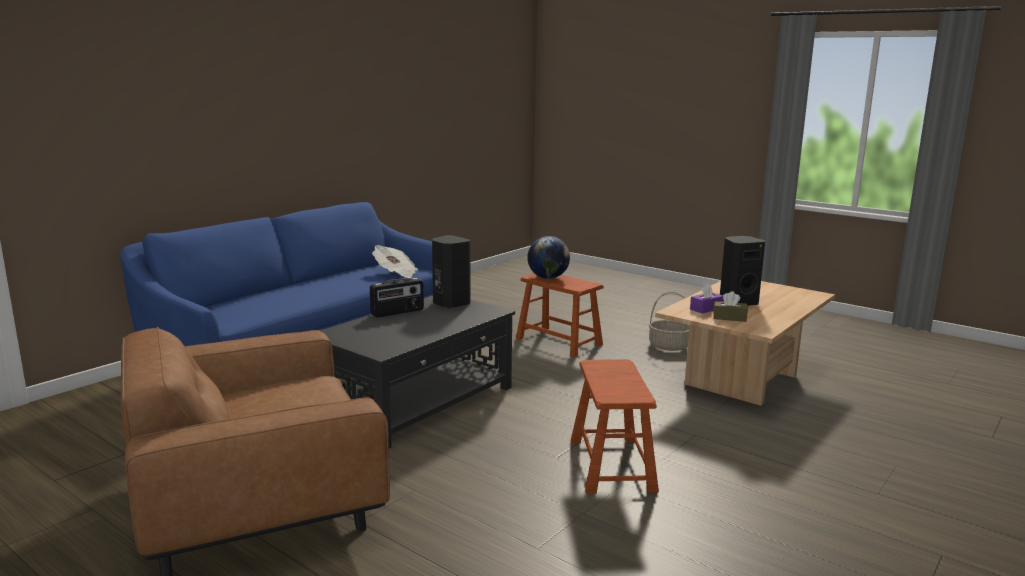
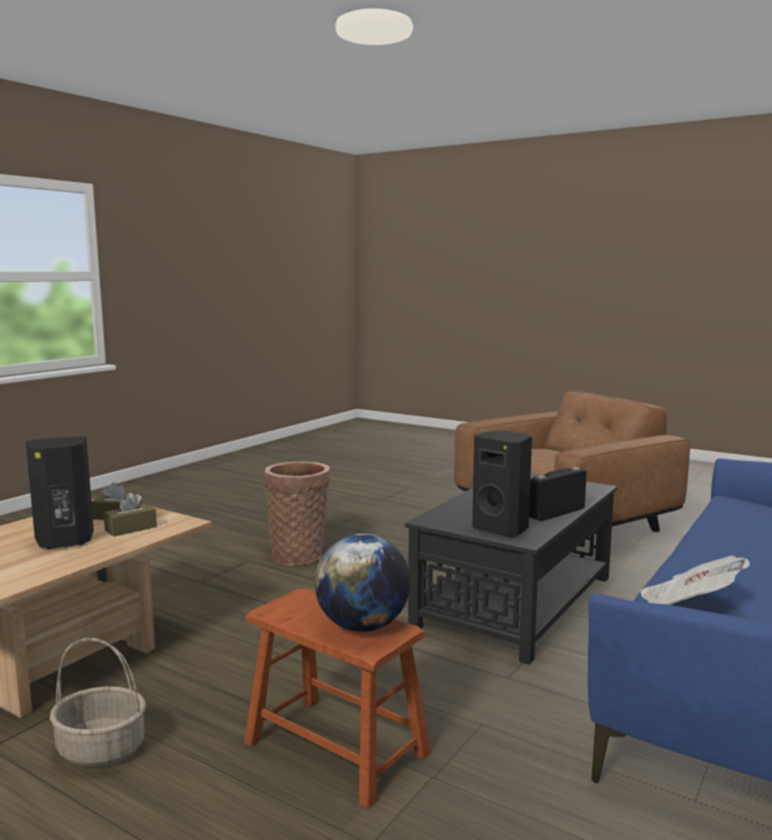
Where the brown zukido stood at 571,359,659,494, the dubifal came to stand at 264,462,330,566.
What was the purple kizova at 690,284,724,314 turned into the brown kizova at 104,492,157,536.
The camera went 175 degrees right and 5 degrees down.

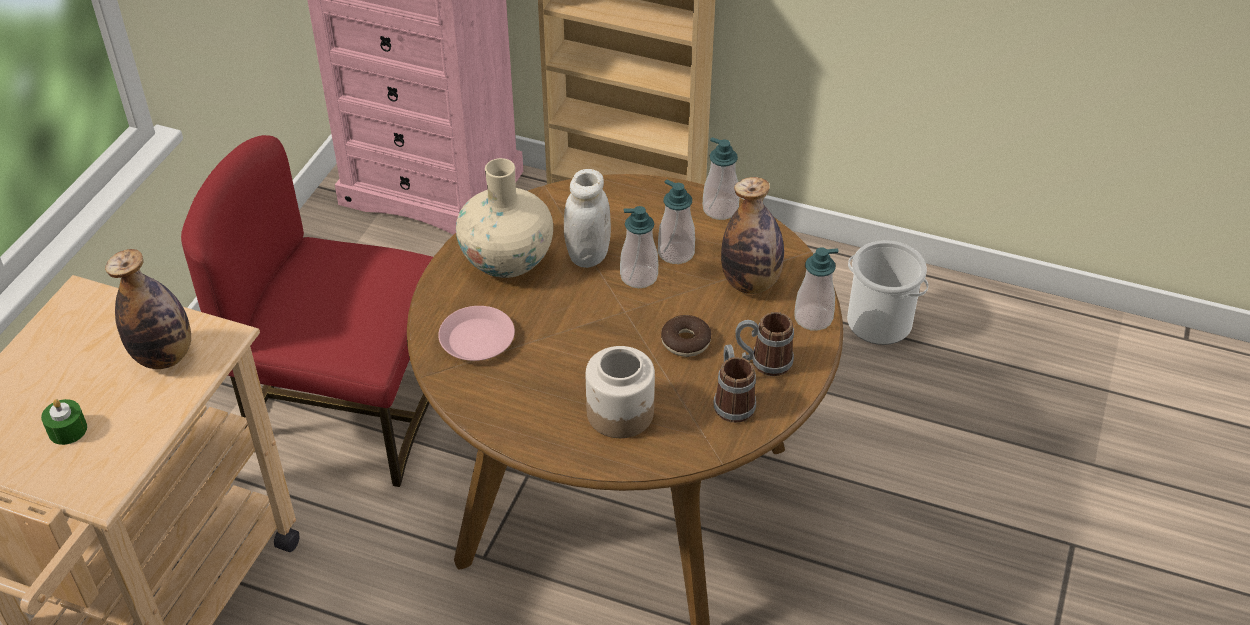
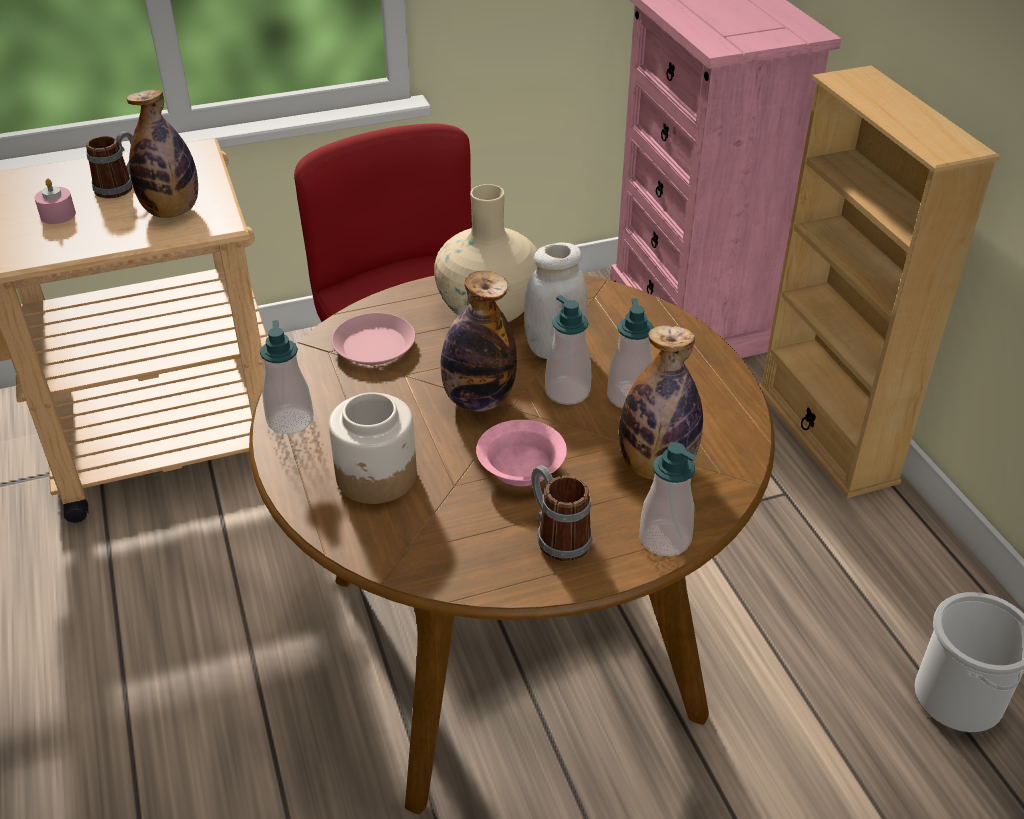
What was the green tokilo at 41,399,87,445 turned into the pink tokilo at 34,179,76,224.
Where the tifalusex stood at 661,315,711,357, the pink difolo came to stand at 476,420,567,486.
The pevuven ended up elsewhere, having gone from 703,137,739,220 to 260,320,314,434.
The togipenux ended up elsewhere, having gone from 713,344,756,423 to 86,131,133,198.
The second view gained the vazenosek at 440,271,517,412.
The camera went 50 degrees right and 5 degrees down.

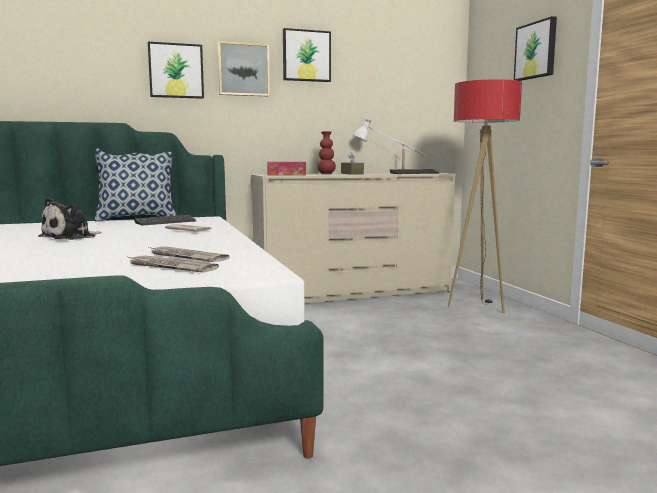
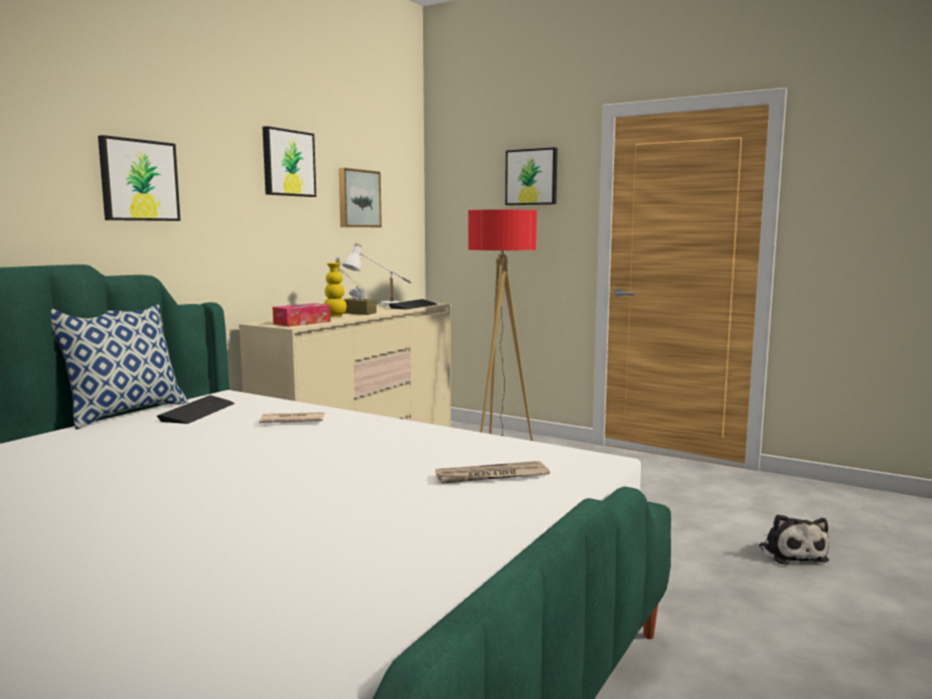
The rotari ended up elsewhere, having gone from 38,198,101,240 to 759,514,829,564.
The second view lost the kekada at 149,246,229,262.
The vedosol ended up elsewhere, having gone from 218,41,270,96 to 339,168,382,227.
What was the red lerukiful at 317,131,336,174 turned into the yellow lerukiful at 324,263,347,317.
The camera went 40 degrees left and 0 degrees up.

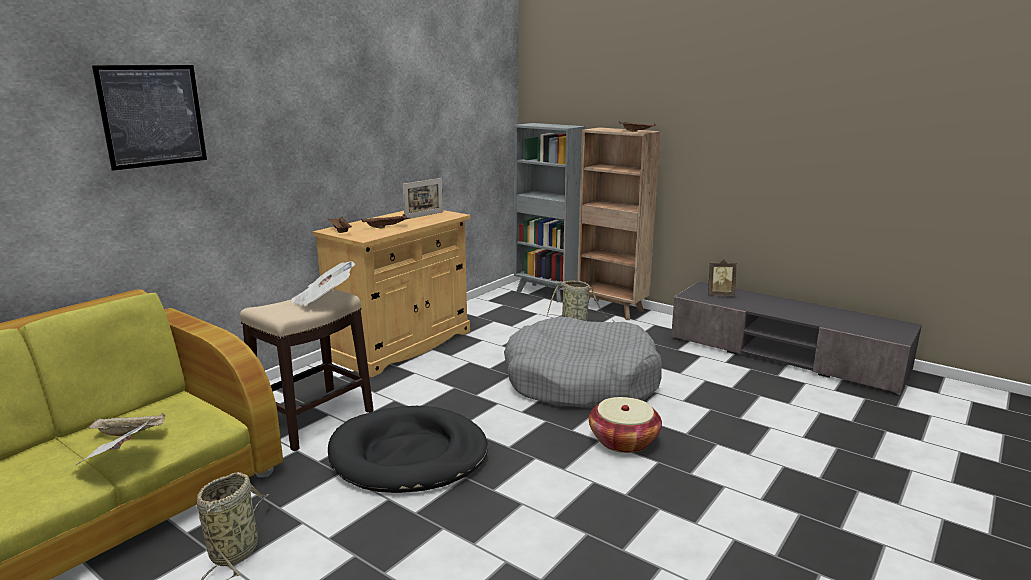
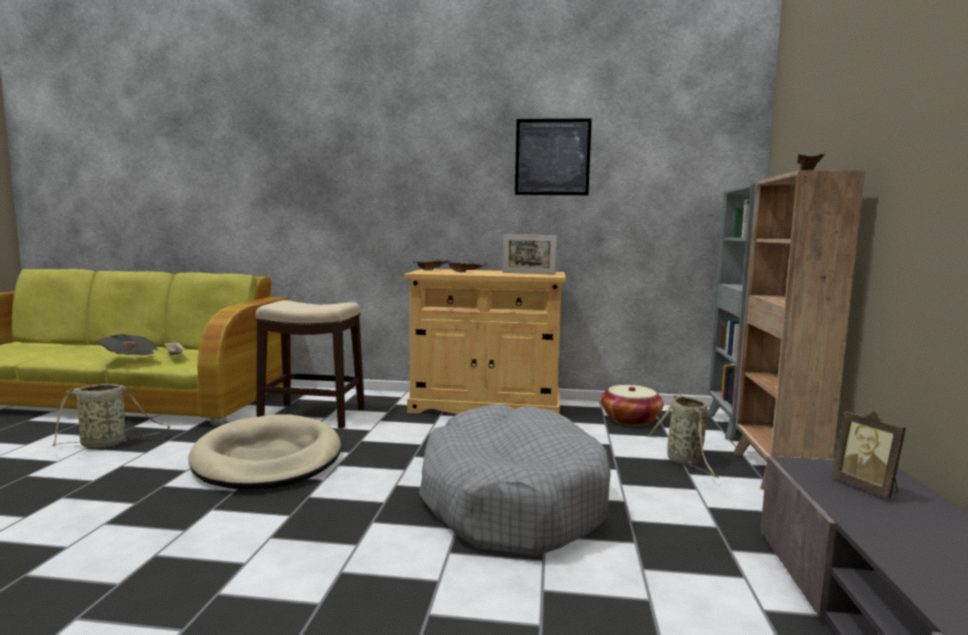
The vedosol ended up elsewhere, having gone from 92,65,207,171 to 515,118,592,195.
The second view lost the kekada at 291,261,355,307.
What was the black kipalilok at 328,406,488,493 turned into the beige kipalilok at 188,414,341,490.
The dubifal ended up elsewhere, having gone from 589,397,662,453 to 601,385,664,426.
The camera went 60 degrees right and 10 degrees down.

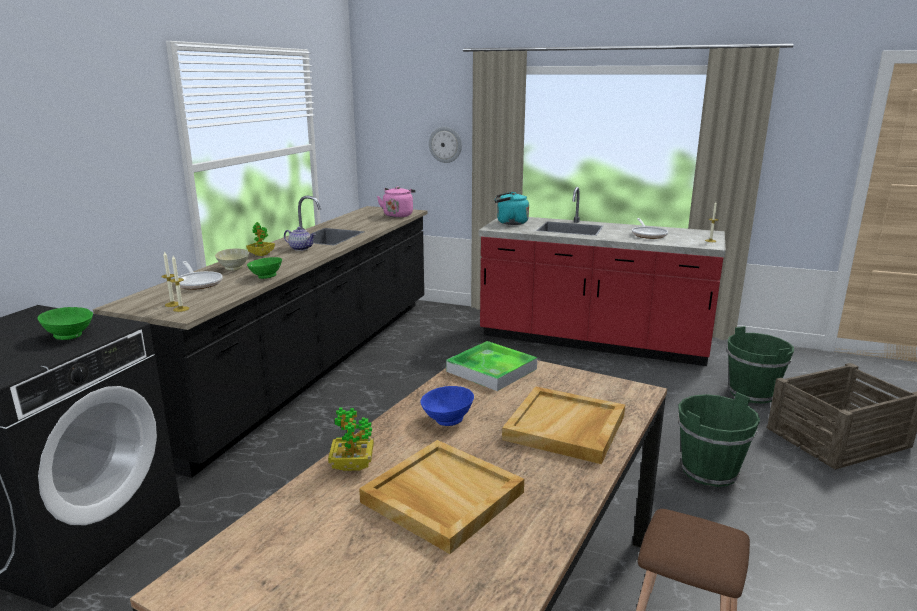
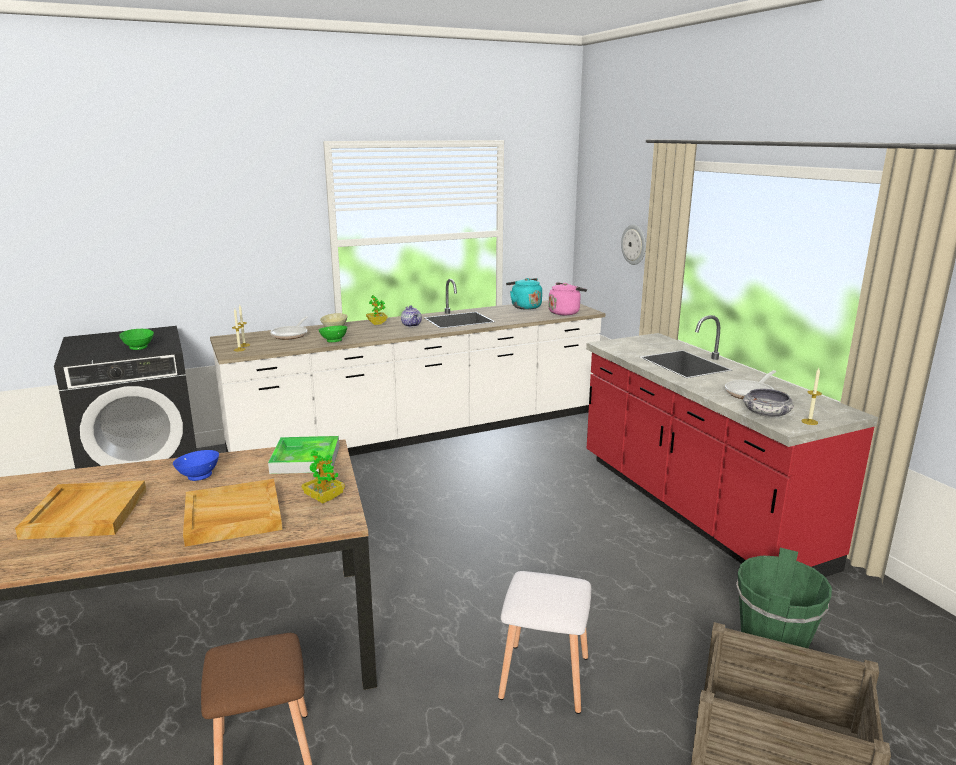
What was the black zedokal at 93,196,428,478 turned into the white zedokal at 210,279,605,456.
The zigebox ended up elsewhere, having gone from 328,407,374,471 to 302,450,345,503.
The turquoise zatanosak ended up elsewhere, having gone from 495,192,529,225 to 506,278,542,310.
Where the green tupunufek stood at 678,392,760,487, the white zukido came to stand at 498,571,591,714.
The second view gained the difolo at 743,389,794,417.
The camera went 45 degrees right and 0 degrees up.

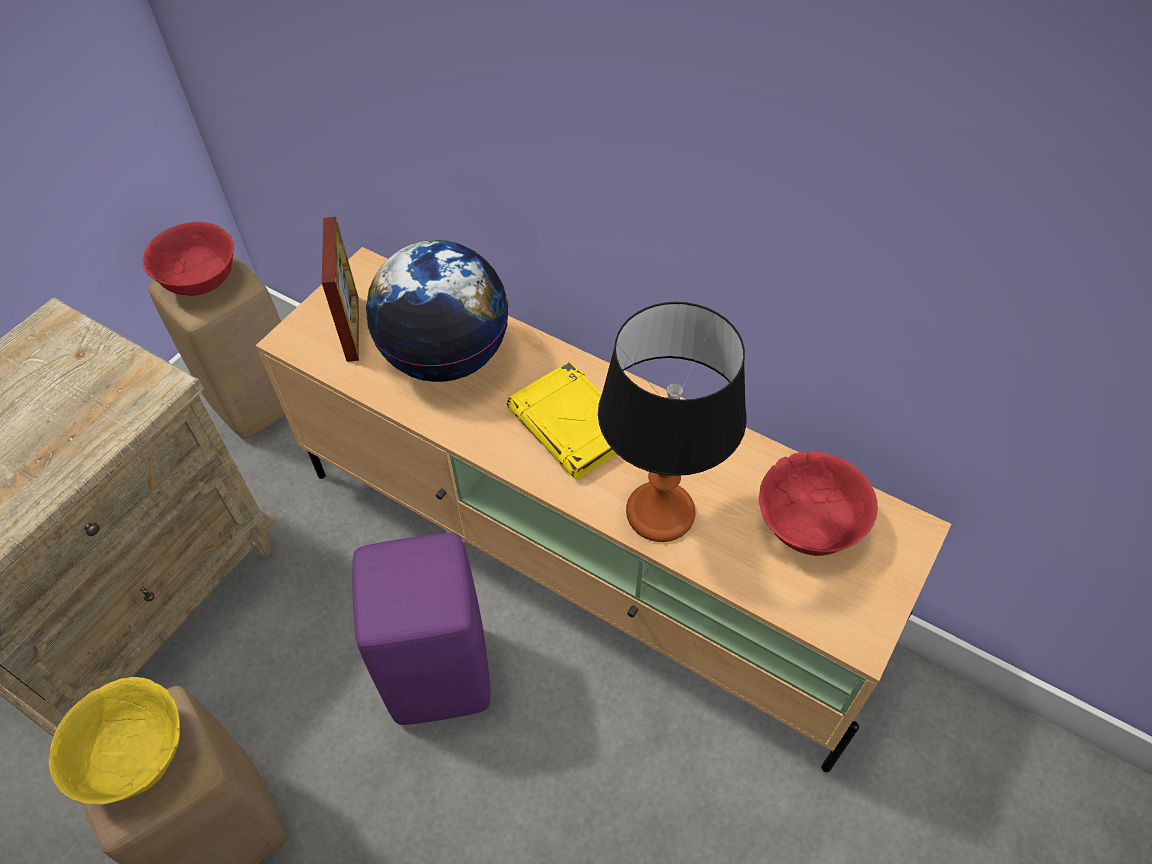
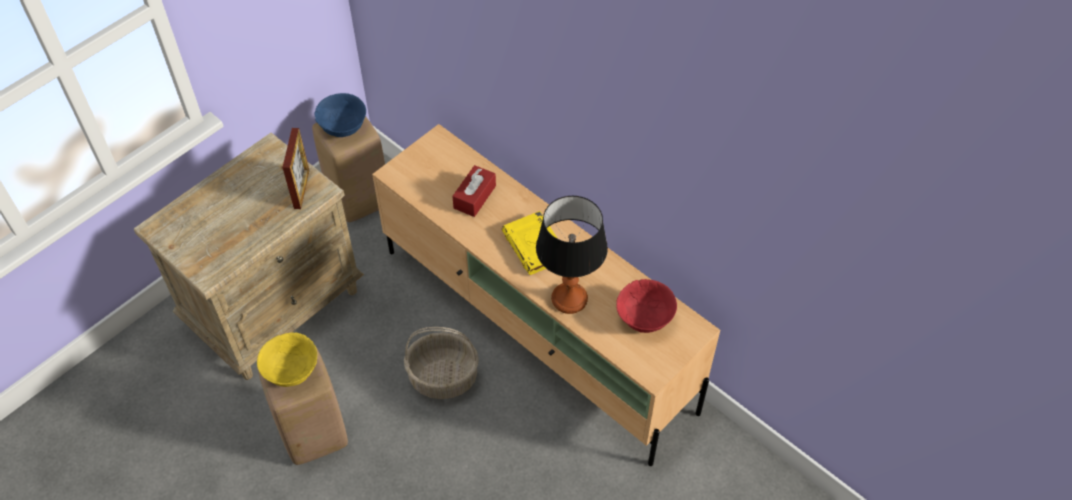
What was the red difolo at 142,222,234,296 turned into the blue difolo at 314,93,366,137.
The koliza ended up elsewhere, having gone from 322,217,359,362 to 282,128,310,209.
Where the purple zukido stood at 352,533,491,725, the dubifal came to stand at 404,327,479,399.
Where the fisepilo stood at 366,240,509,382, the red kizova came to stand at 452,165,496,217.
The camera went 10 degrees right and 0 degrees up.

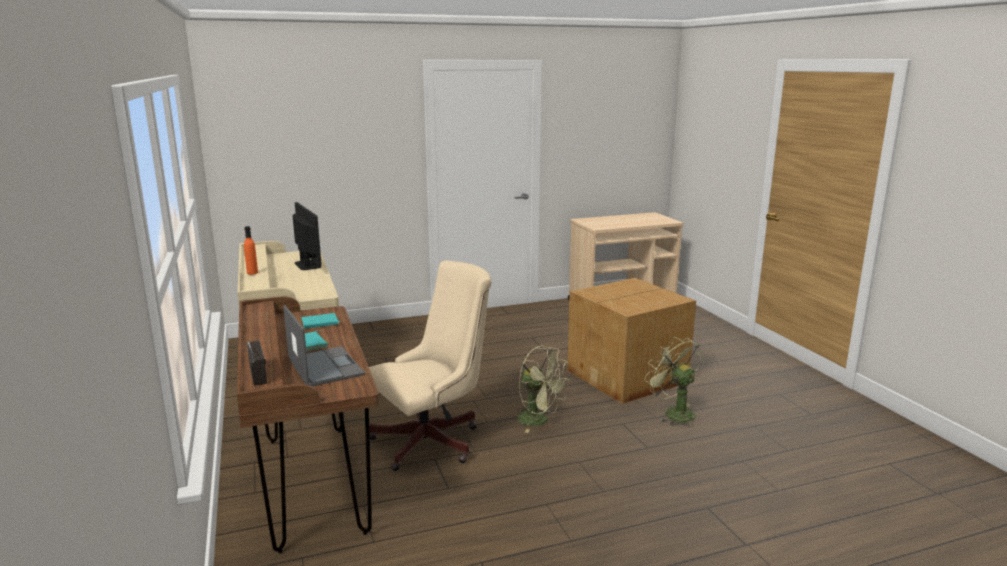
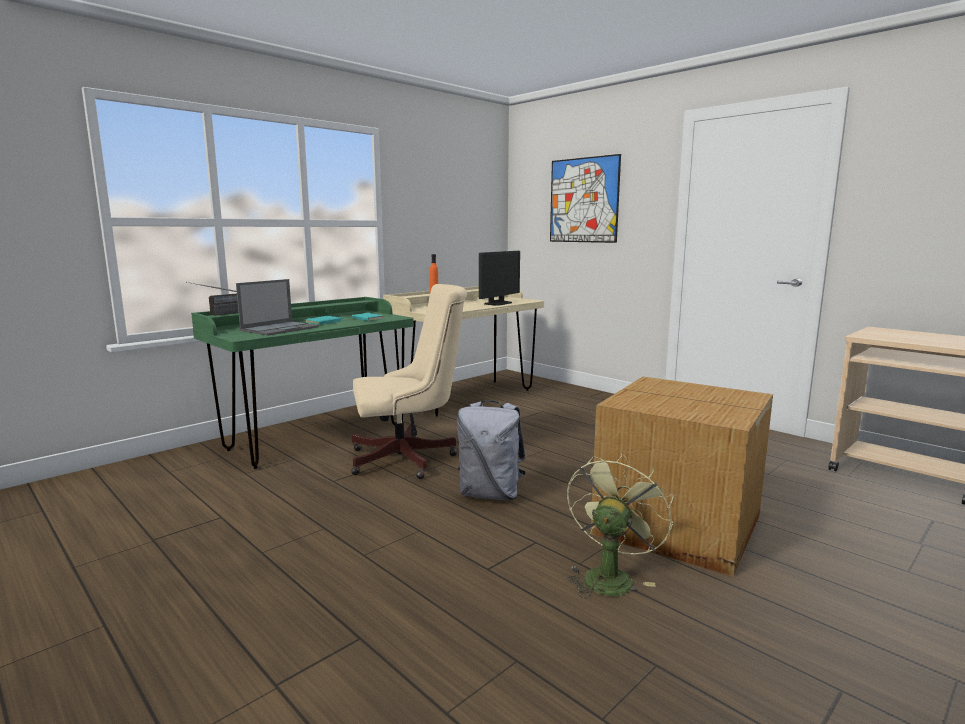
What was the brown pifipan at 237,296,379,553 turned into the green pifipan at 191,297,414,469.
The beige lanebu at 369,260,492,471 ended up facing another way, 45 degrees counterclockwise from before.
Where the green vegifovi stood at 517,346,570,433, the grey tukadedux came to stand at 457,400,526,500.
The second view gained the vedosol at 550,154,621,243.
The camera went 65 degrees right and 5 degrees down.

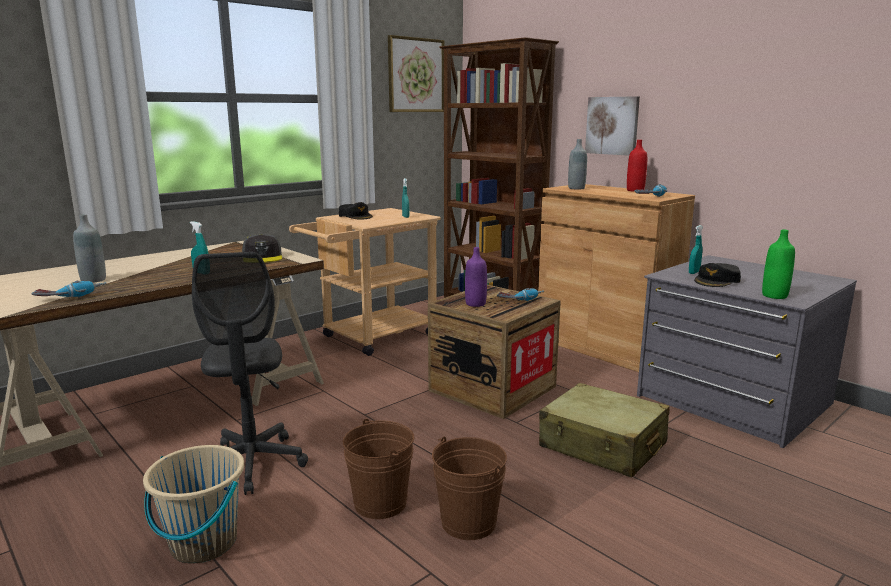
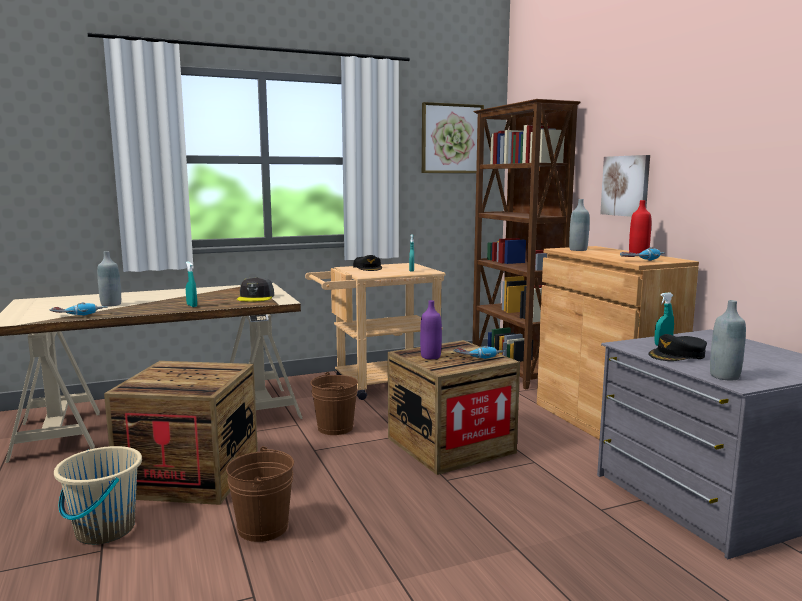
Where the grey lanebu stood at 192,252,308,495, the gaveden came to stand at 104,361,258,505.
The brown tupunufek ended up elsewhere, having gone from 432,437,507,540 to 311,372,358,435.
The second view lost the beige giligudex at 539,383,670,478.
What was the green vazenosek at 762,229,795,299 turned into the grey vazenosek at 710,300,746,381.
The camera went 20 degrees right and 5 degrees down.

